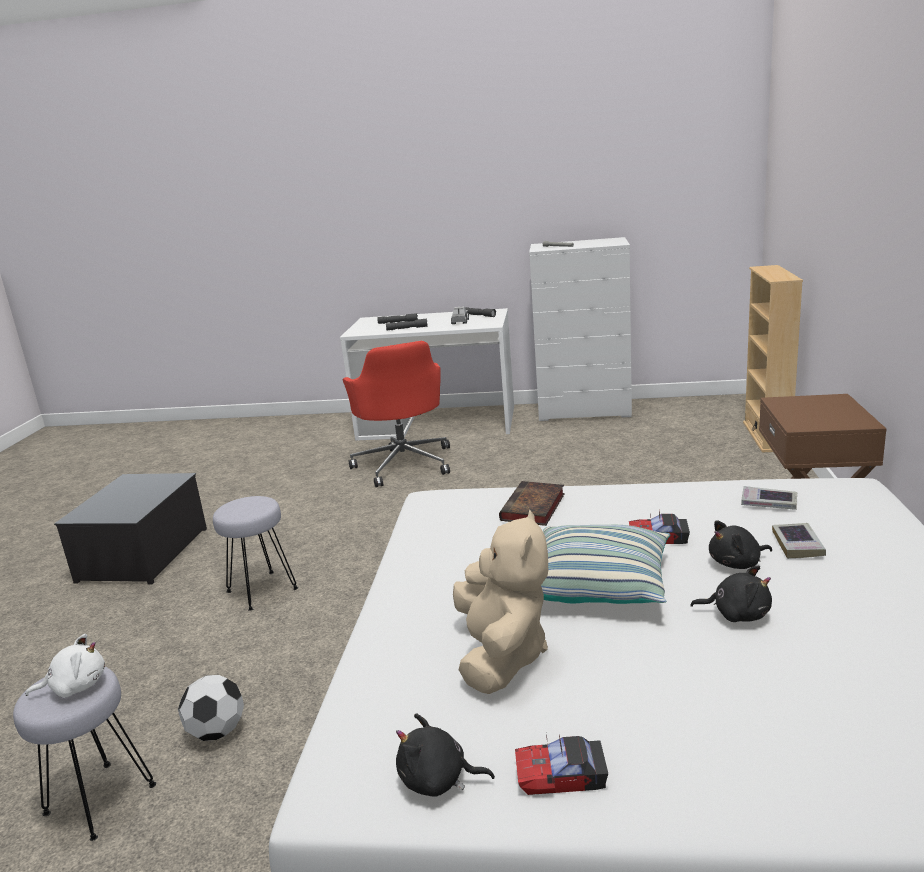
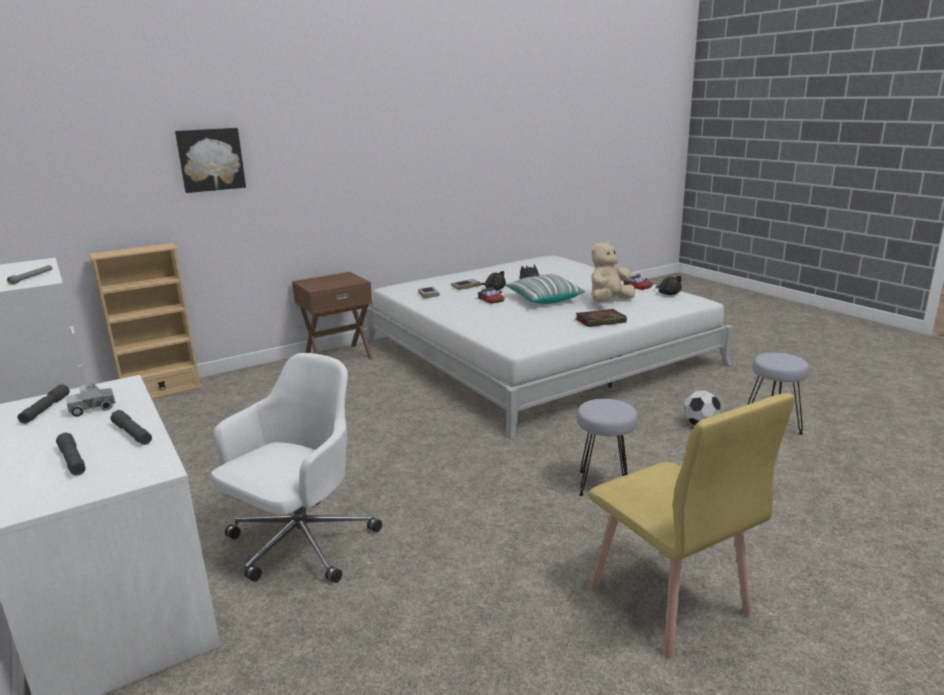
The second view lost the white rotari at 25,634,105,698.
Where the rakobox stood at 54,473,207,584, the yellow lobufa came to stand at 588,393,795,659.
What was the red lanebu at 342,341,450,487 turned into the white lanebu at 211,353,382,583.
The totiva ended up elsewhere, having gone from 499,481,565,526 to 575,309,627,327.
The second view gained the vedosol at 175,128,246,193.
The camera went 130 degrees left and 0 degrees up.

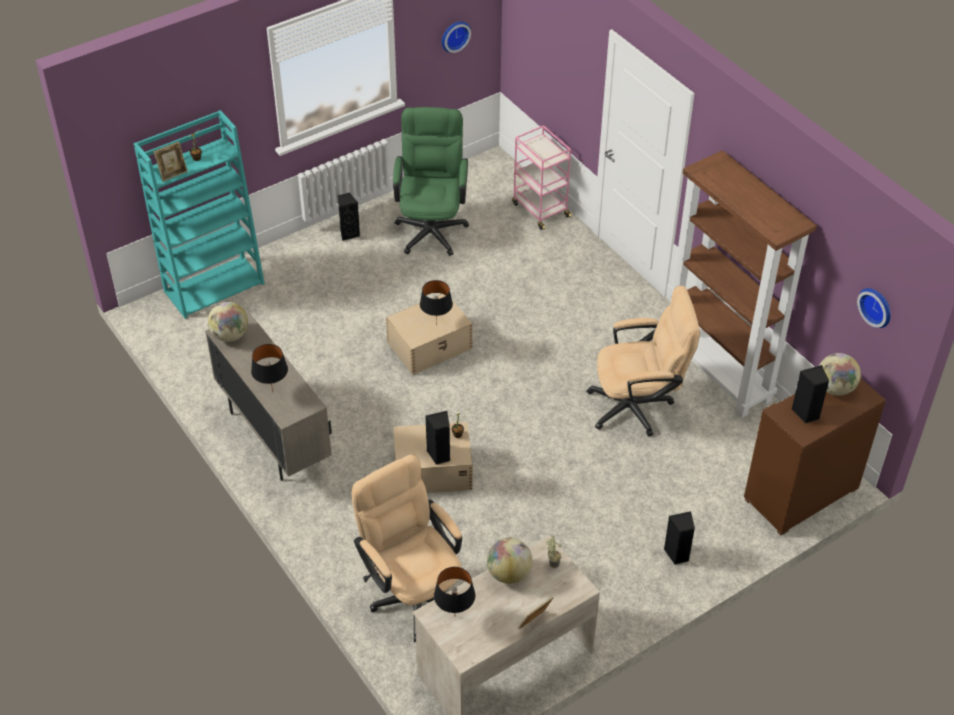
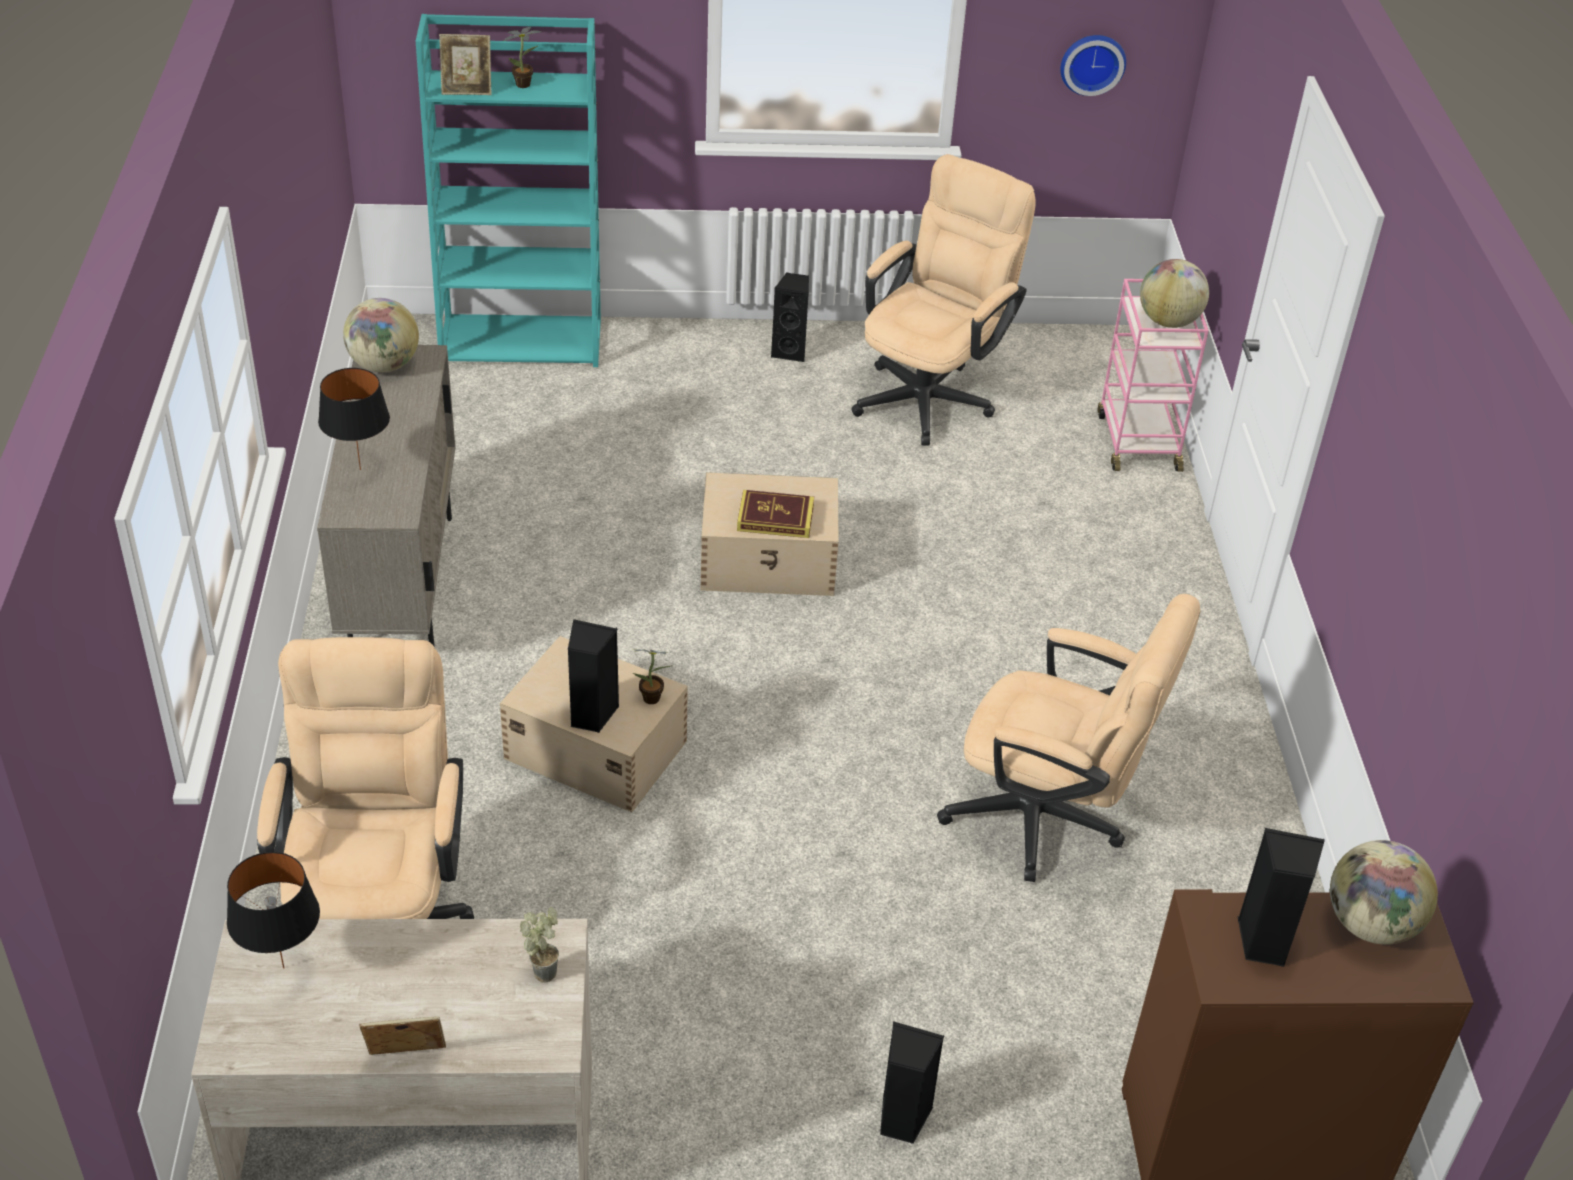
What was the green lanebu at 393,107,469,256 turned into the beige lanebu at 851,154,1036,446.
Where the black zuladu stood at 420,280,453,325, the totiva came to stand at 737,490,814,538.
The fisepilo ended up elsewhere, having gone from 487,537,532,584 to 1140,259,1209,328.
The second view lost the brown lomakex at 670,150,817,418.
The second view lost the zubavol at 857,288,891,328.
The camera went 30 degrees right and 5 degrees down.

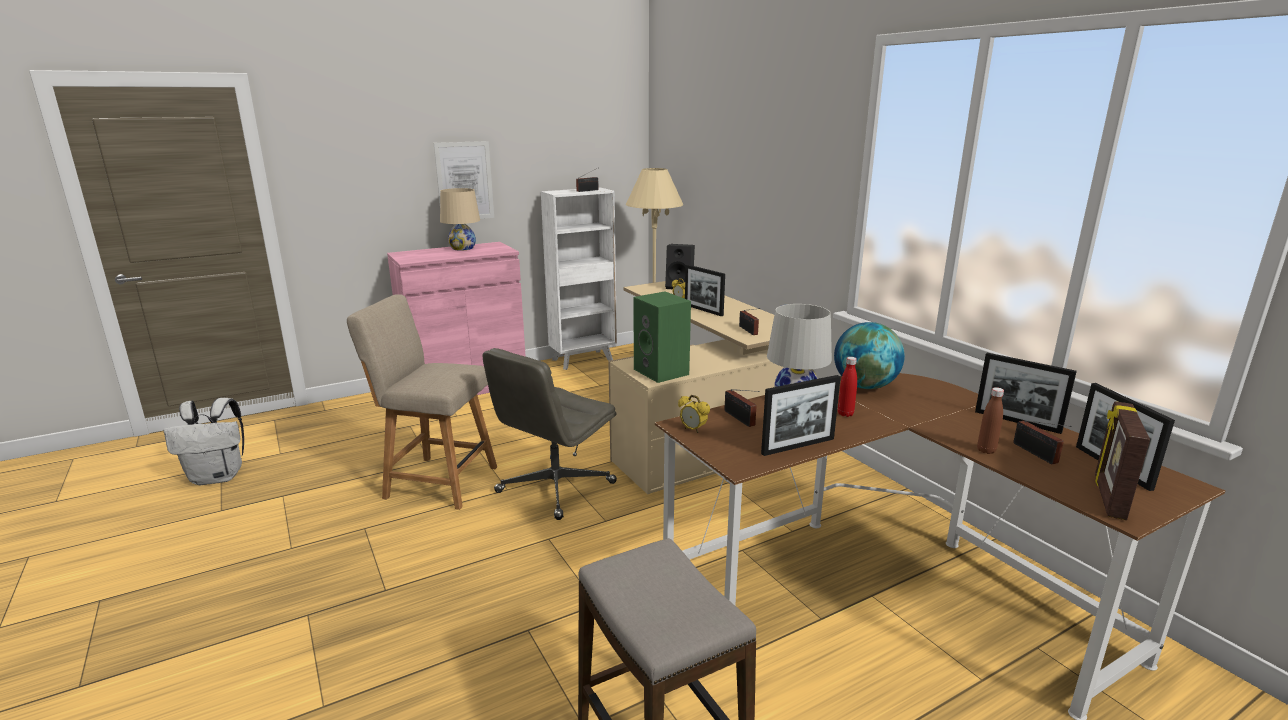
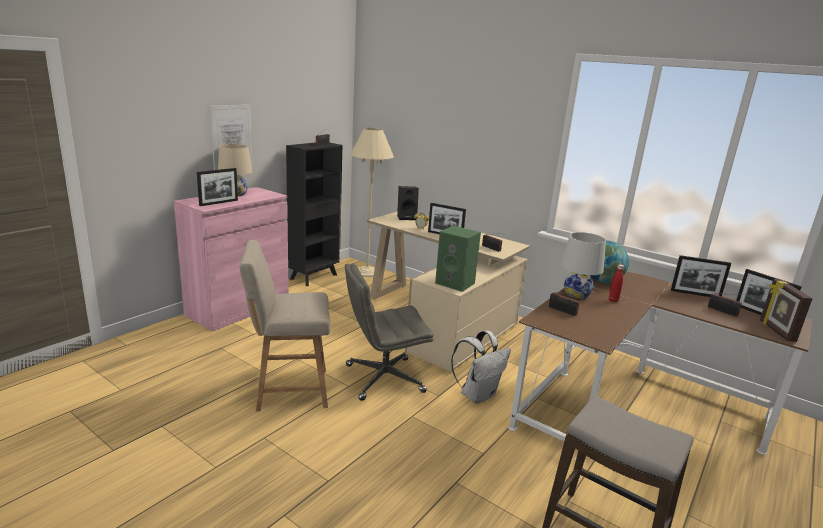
The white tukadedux ended up elsewhere, having gone from 164,398,244,485 to 451,331,511,404.
The grey lanebu at 483,348,617,520 ended up facing another way, 60 degrees clockwise from before.
What was the white lomakex at 541,187,617,370 turned into the black lomakex at 286,142,342,286.
The second view lost the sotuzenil at 678,395,710,433.
The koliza ended up elsewhere, having gone from 761,375,841,456 to 197,168,238,206.
The second view lost the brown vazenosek at 977,387,1004,454.
The camera went 25 degrees left and 0 degrees up.

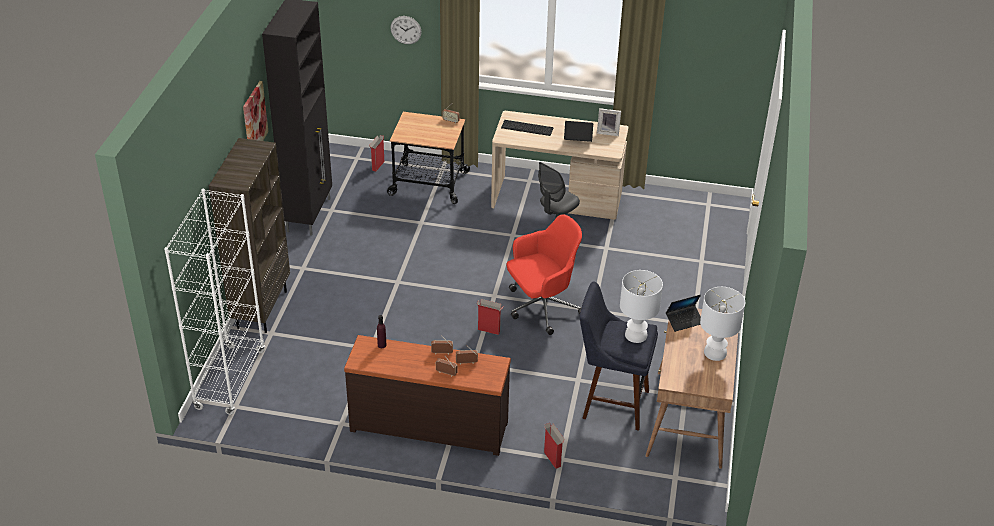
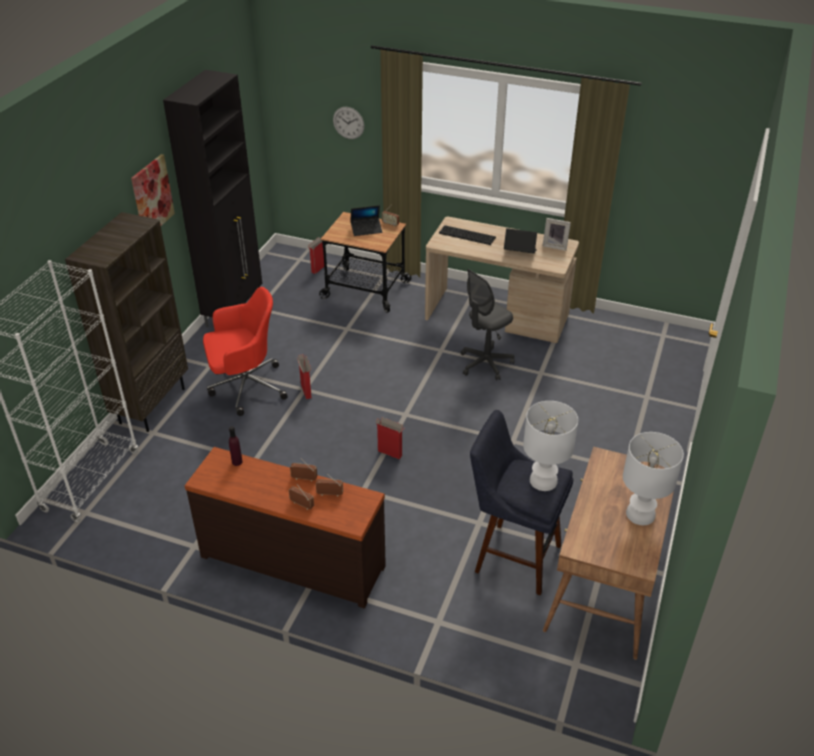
The red lanebu ended up elsewhere, having gone from 507,214,582,335 to 203,287,287,416.
The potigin ended up elsewhere, having gone from 544,423,565,469 to 297,354,312,399.
The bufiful ended up elsewhere, having gone from 666,295,701,332 to 350,205,382,236.
The camera went 10 degrees right and 0 degrees up.

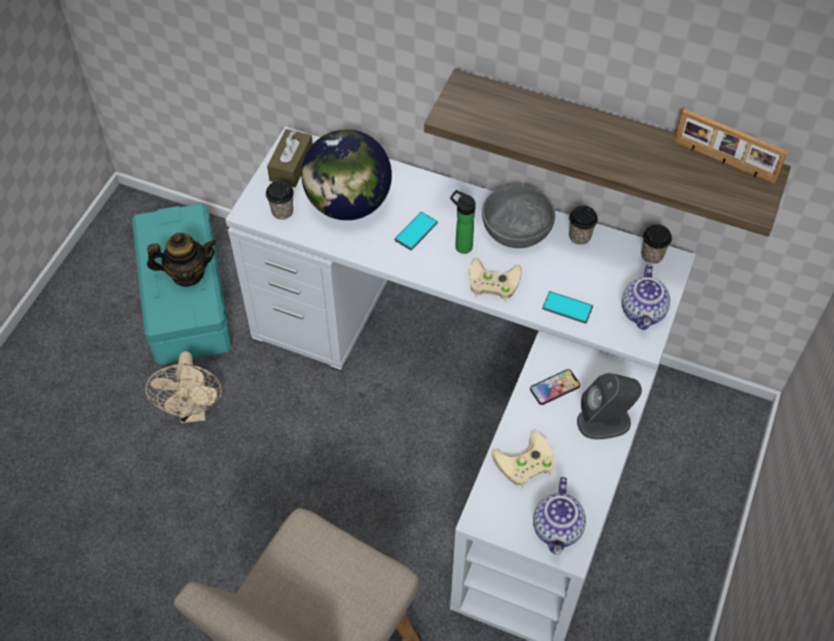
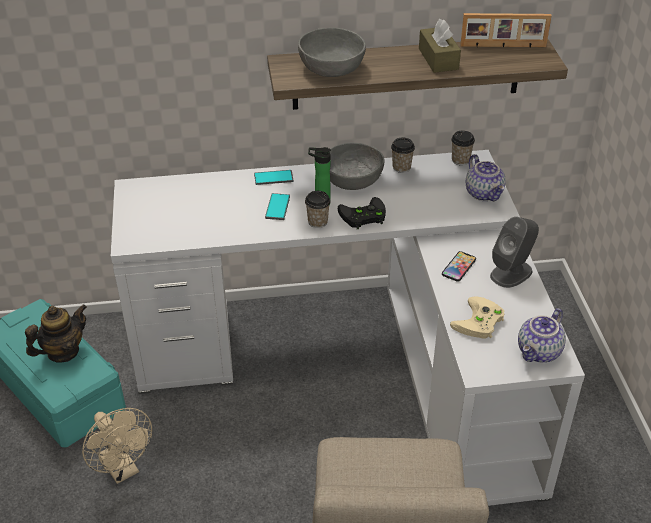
The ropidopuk ended up elsewhere, having gone from 266,180,294,220 to 305,191,330,228.
The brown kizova ended up elsewhere, having gone from 267,129,313,187 to 419,19,461,73.
The second view lost the fisepilo at 301,129,392,220.
What was the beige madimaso at 469,258,522,301 turned into the black madimaso at 338,197,386,229.
The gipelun at 533,477,586,555 ended up facing another way, 60 degrees clockwise from before.
The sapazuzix ended up elsewhere, having gone from 542,291,593,324 to 254,170,293,185.
The second view gained the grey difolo at 298,28,366,77.
The camera went 30 degrees left and 15 degrees down.

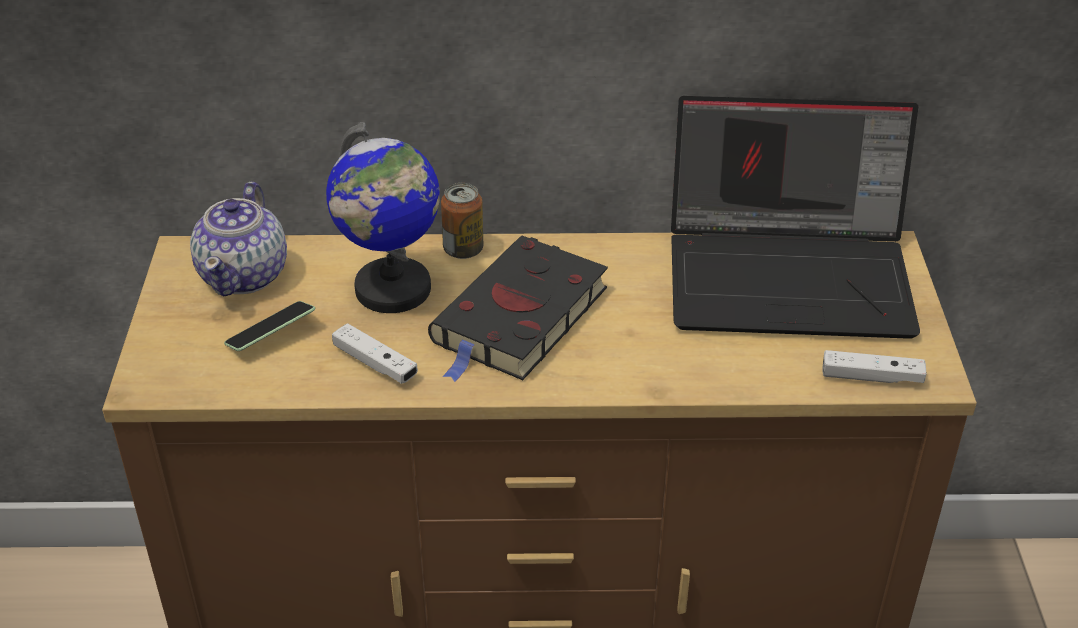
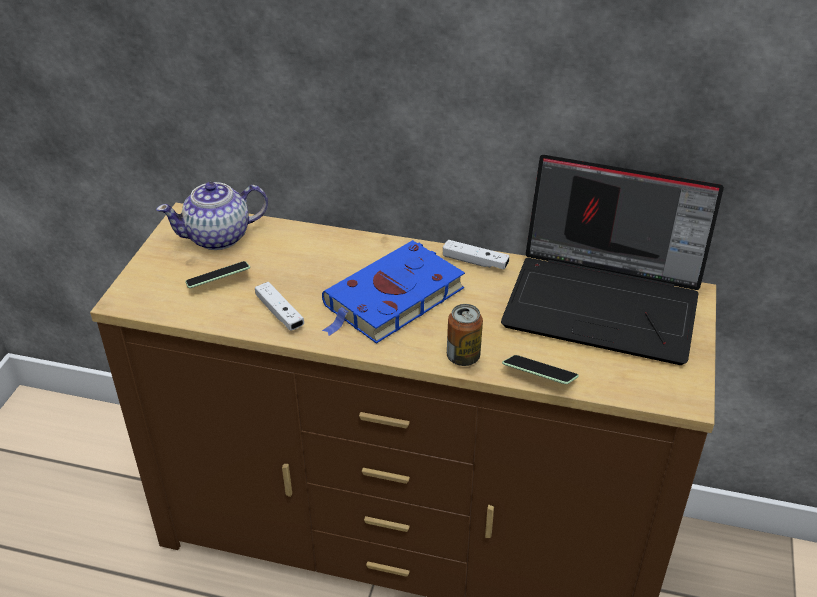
The gipelun at 190,182,287,296 ended up facing another way, 45 degrees clockwise from before.
The second view lost the fisepilo at 326,122,440,313.
What was the black totiva at 428,236,608,382 turned into the blue totiva at 322,240,465,344.
The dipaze ended up elsewhere, having gone from 441,183,483,259 to 447,304,483,366.
The white madimaso ended up elsewhere, having gone from 822,350,926,383 to 443,240,509,270.
The second view gained the sapazuzix at 502,355,579,384.
The camera went 15 degrees right and 0 degrees up.

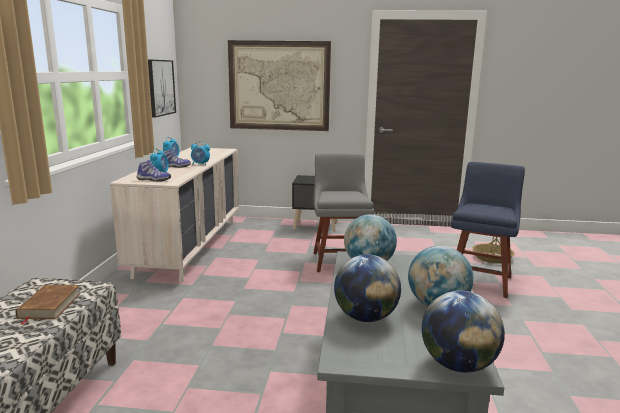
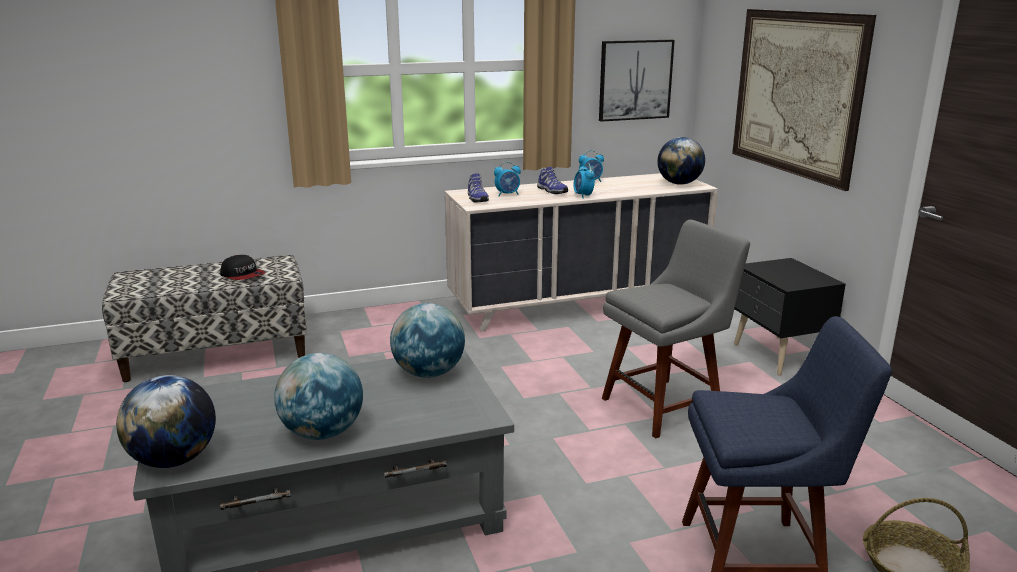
Where the brown totiva stood at 16,285,81,324, the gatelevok came to stand at 220,255,266,280.
The fisepilo ended up elsewhere, having gone from 334,254,401,322 to 658,137,705,185.
The camera went 65 degrees right and 5 degrees up.

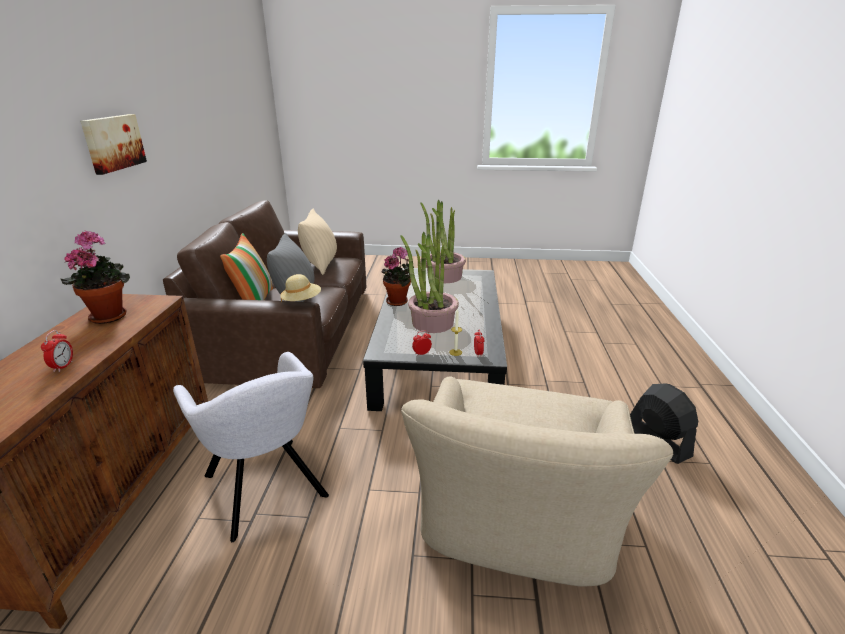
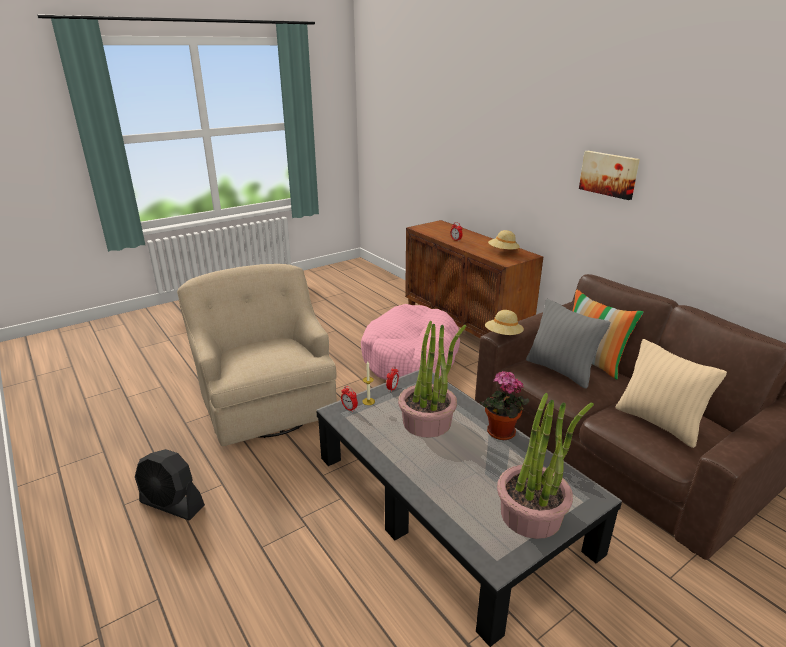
Where the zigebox stood at 61,230,130,324, the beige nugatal came to stand at 488,230,520,251.
Where the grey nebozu stood at 173,352,329,542, the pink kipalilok came to stand at 361,304,460,380.
The camera went 140 degrees right and 0 degrees up.

